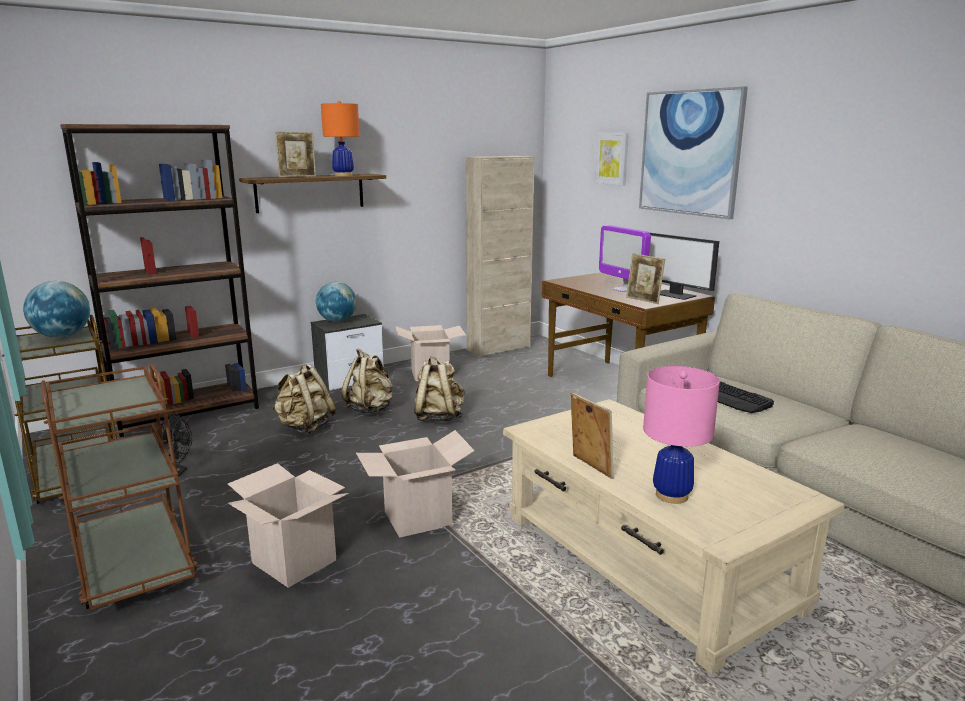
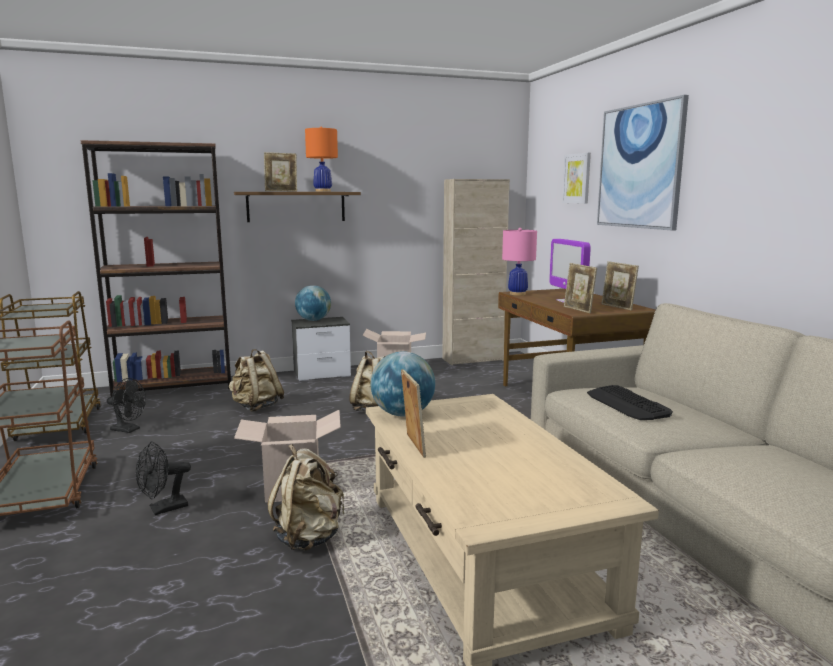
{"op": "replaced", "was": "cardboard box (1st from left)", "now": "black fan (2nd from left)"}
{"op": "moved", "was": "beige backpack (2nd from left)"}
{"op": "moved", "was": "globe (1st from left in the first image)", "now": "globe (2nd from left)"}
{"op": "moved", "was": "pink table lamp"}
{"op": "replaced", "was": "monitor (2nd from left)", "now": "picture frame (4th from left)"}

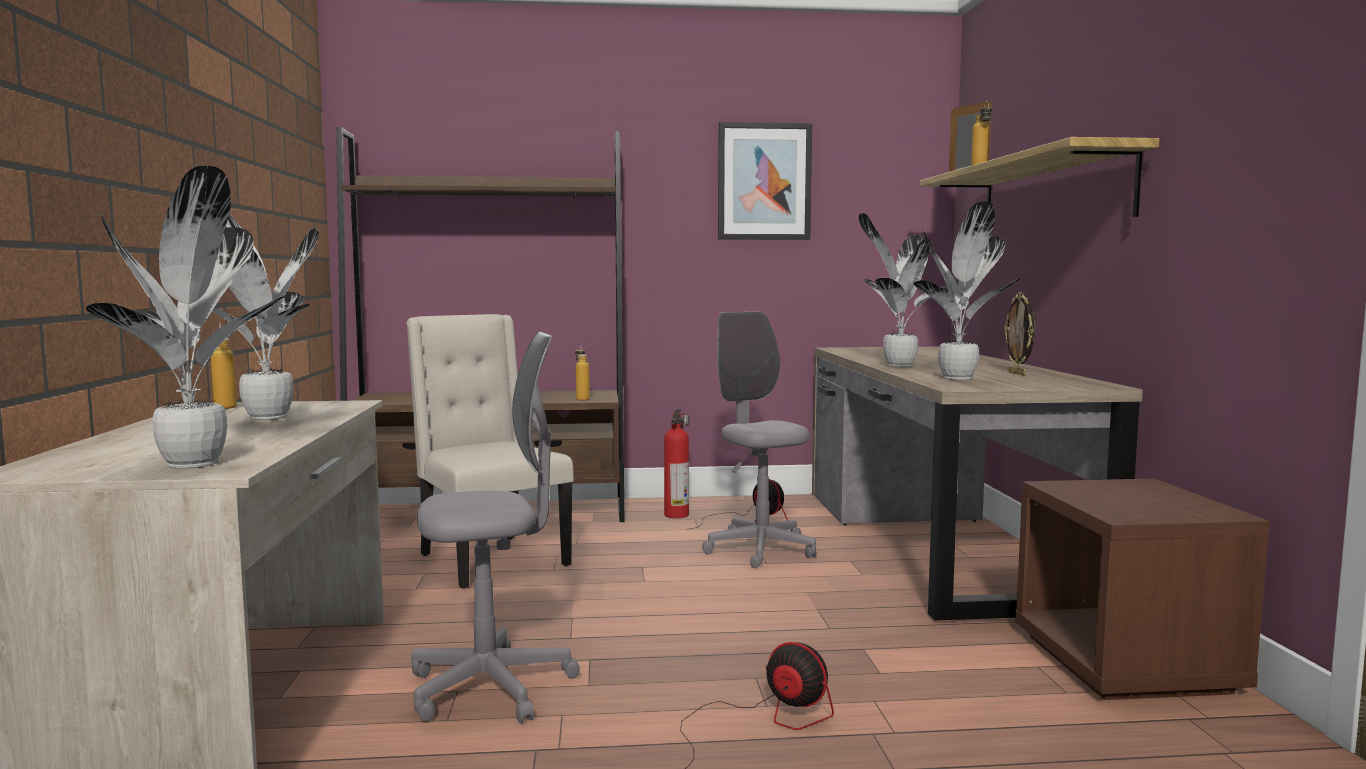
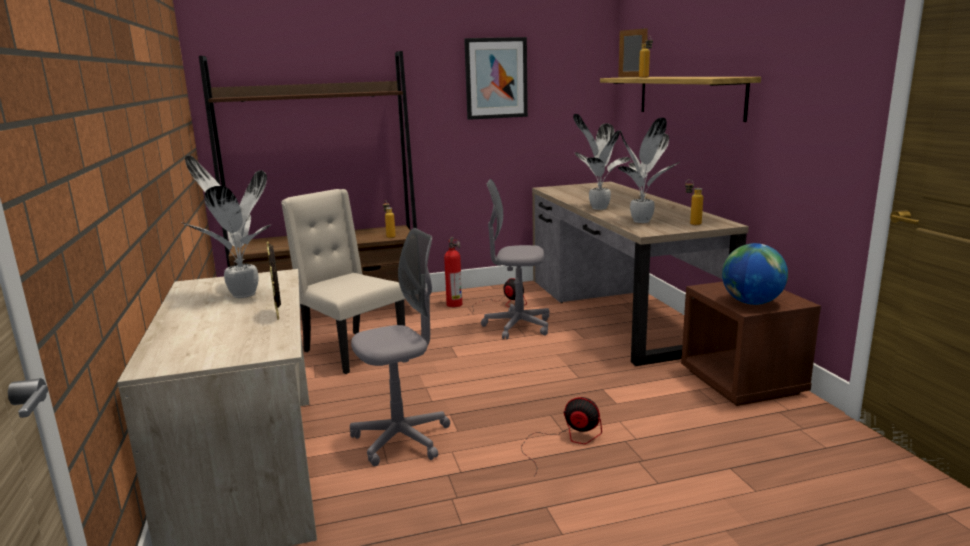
{"op": "moved", "was": "picture frame (2nd from left in the first image)", "now": "picture frame (1st from left)"}
{"op": "turned", "was": "grey office chair (2nd from left)", "clockwise": -45}
{"op": "moved", "was": "bottle (1st from left in the first image)", "now": "bottle (3rd from left)"}
{"op": "added", "now": "globe"}
{"op": "removed", "was": "potted plant (1st from left)"}

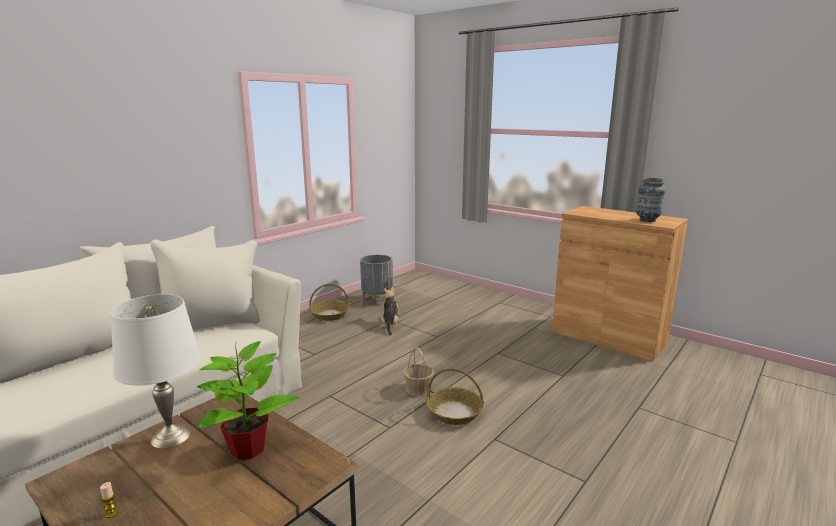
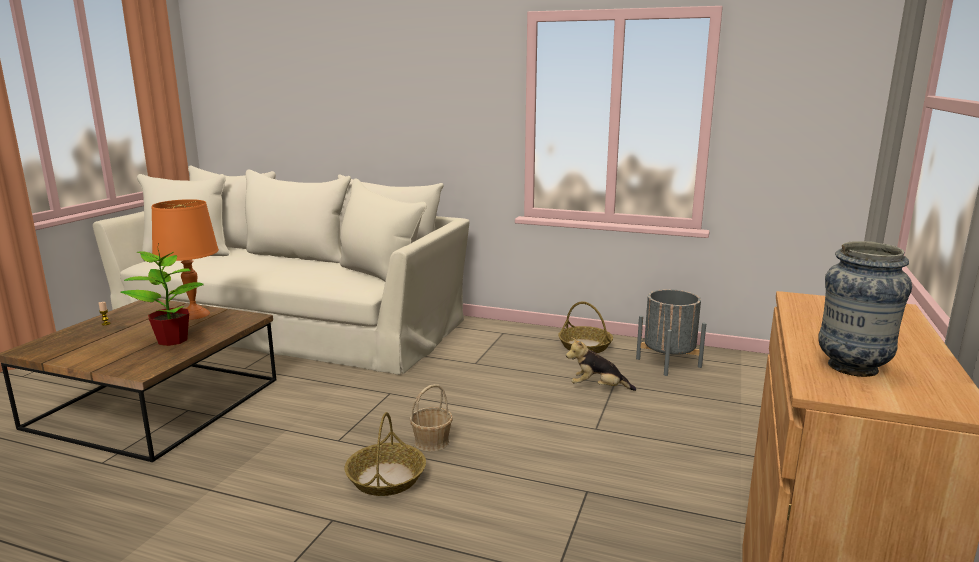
{"op": "recoloured", "was": "white table lamp", "now": "orange table lamp"}
{"op": "turned", "was": "plush toy", "clockwise": -150}

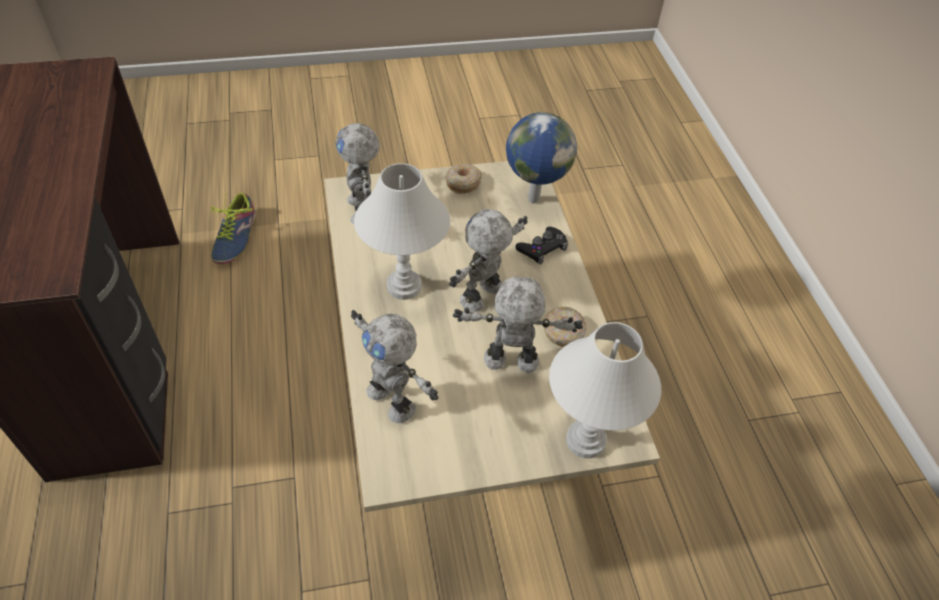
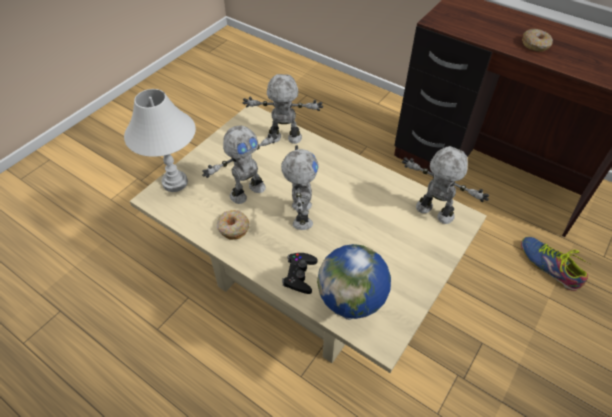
{"op": "moved", "was": "donut (1st from left in the first image)", "now": "donut (2nd from left)"}
{"op": "removed", "was": "white table lamp (1st from left)"}

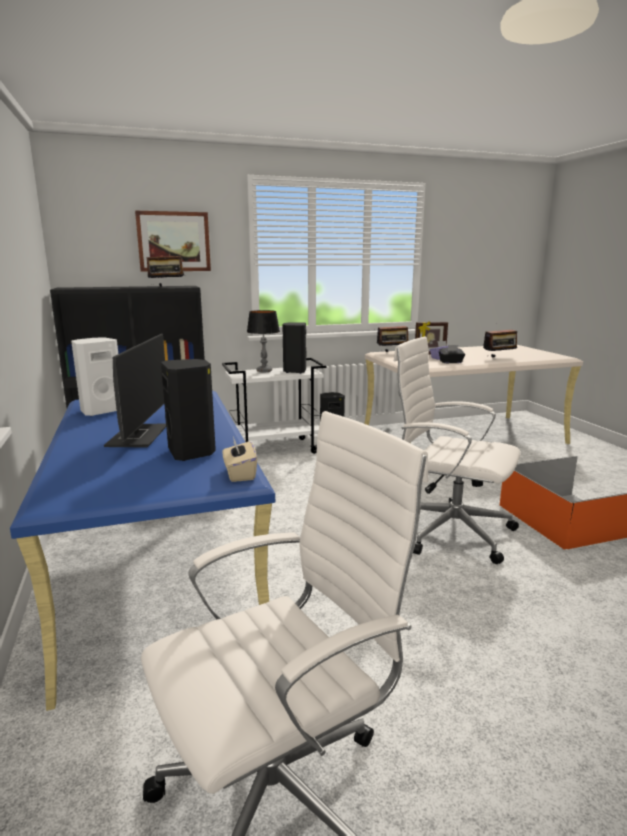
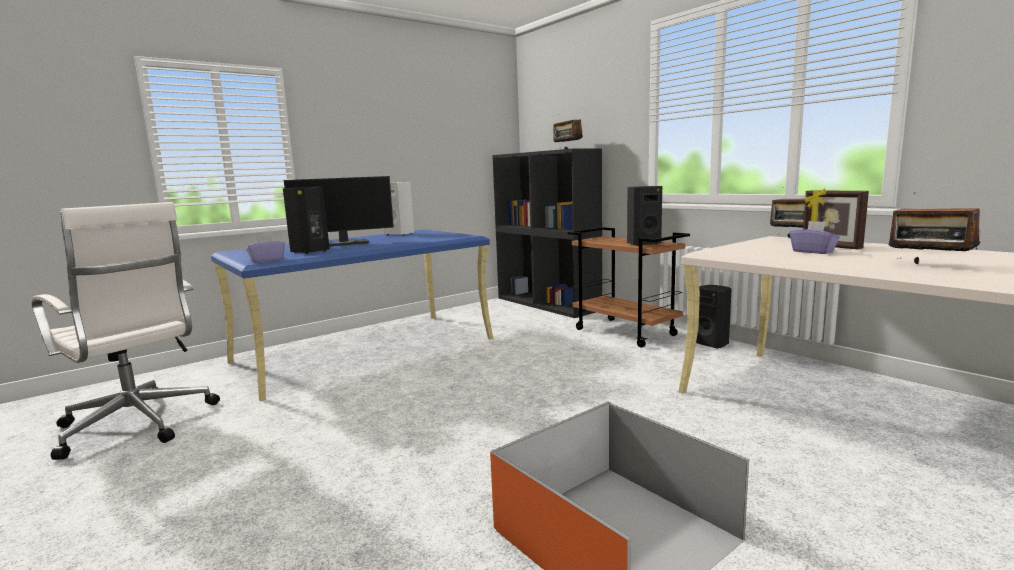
{"op": "recoloured", "was": "beige tissue box", "now": "purple tissue box (1st from left)"}
{"op": "recoloured", "was": "white cart", "now": "brown cart"}
{"op": "removed", "was": "picture"}
{"op": "removed", "was": "table lamp"}
{"op": "removed", "was": "white office chair (2nd from left)"}
{"op": "removed", "was": "black tissue box"}

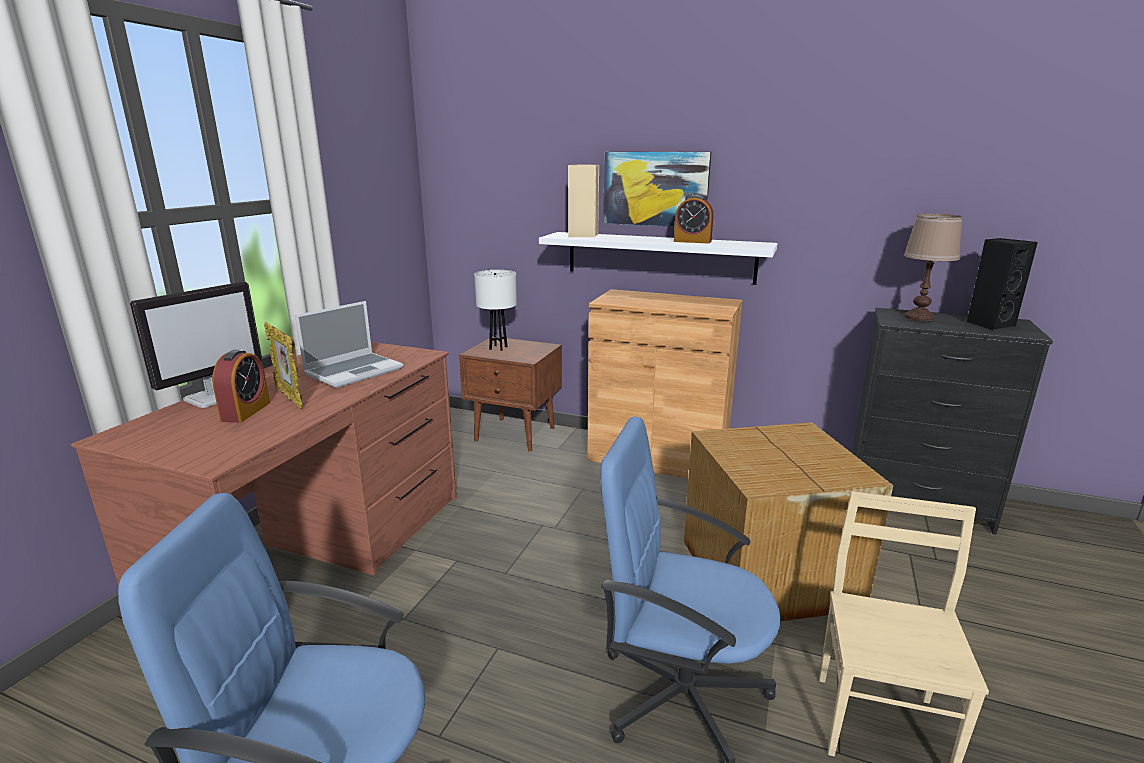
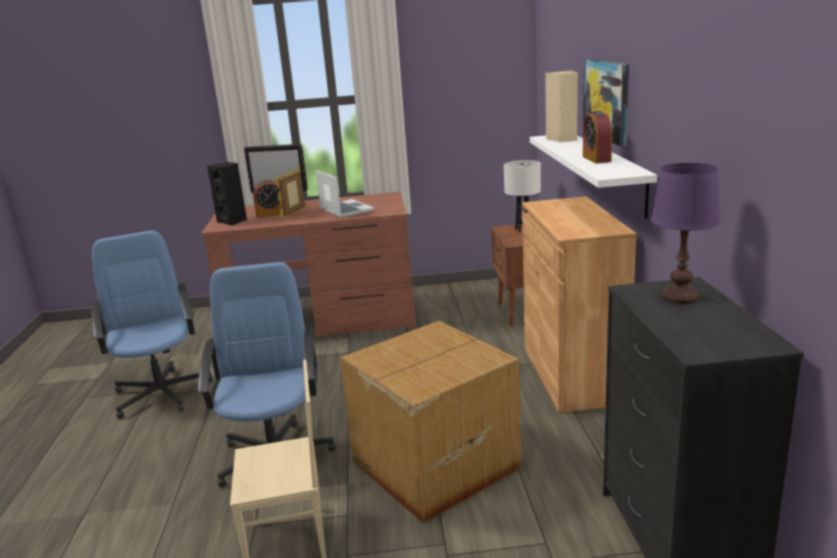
{"op": "moved", "was": "black speaker"}
{"op": "turned", "was": "laptop", "clockwise": -135}
{"op": "recoloured", "was": "brown table lamp", "now": "purple table lamp"}

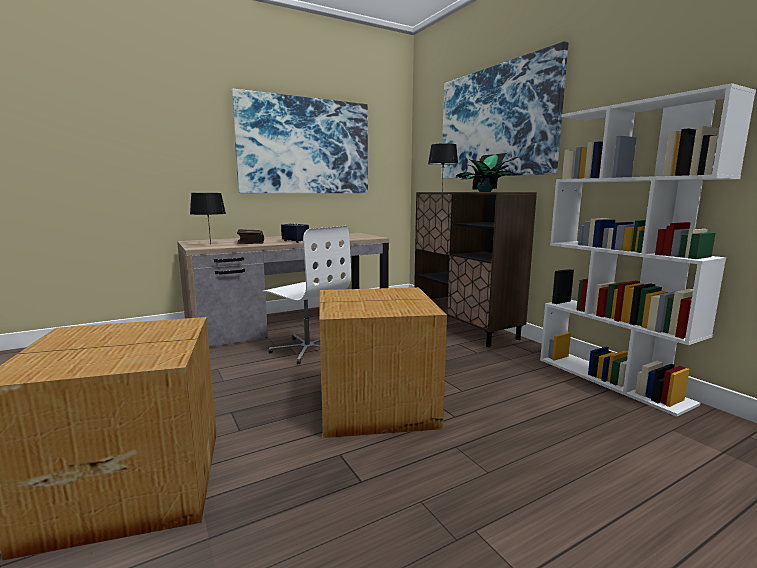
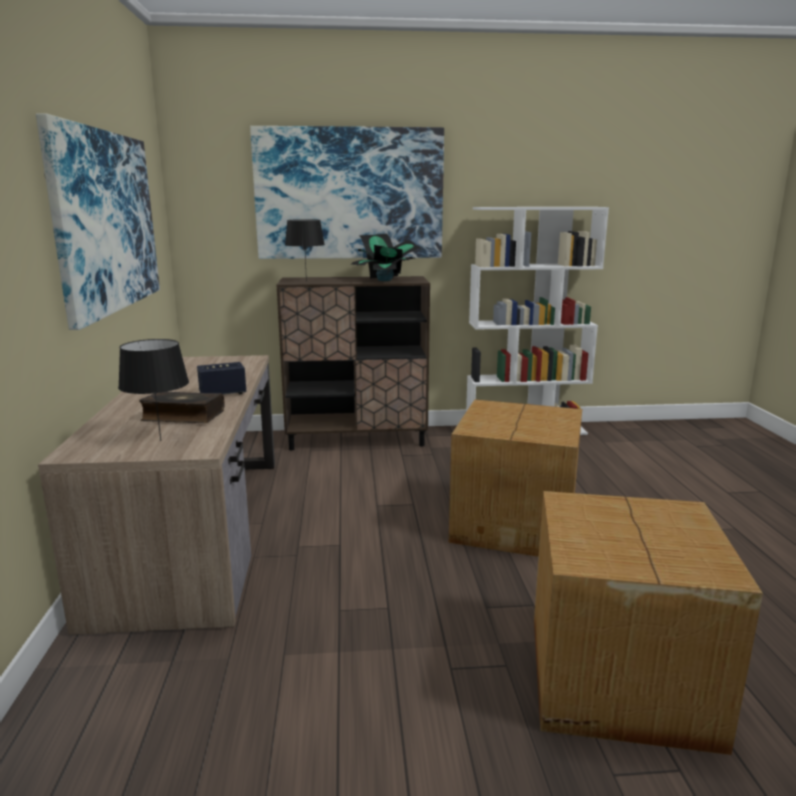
{"op": "removed", "was": "white office chair"}

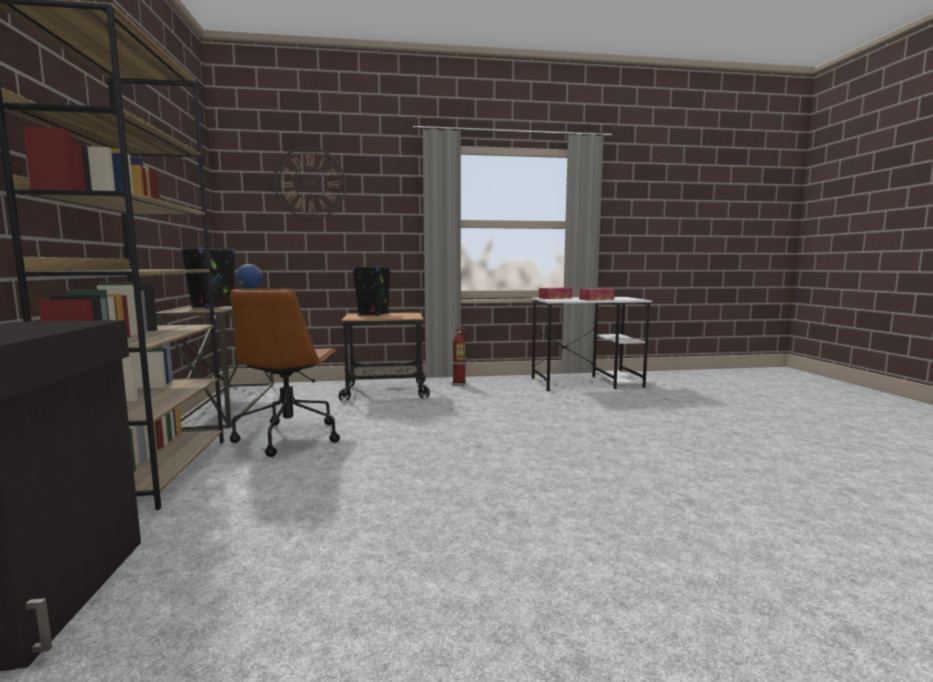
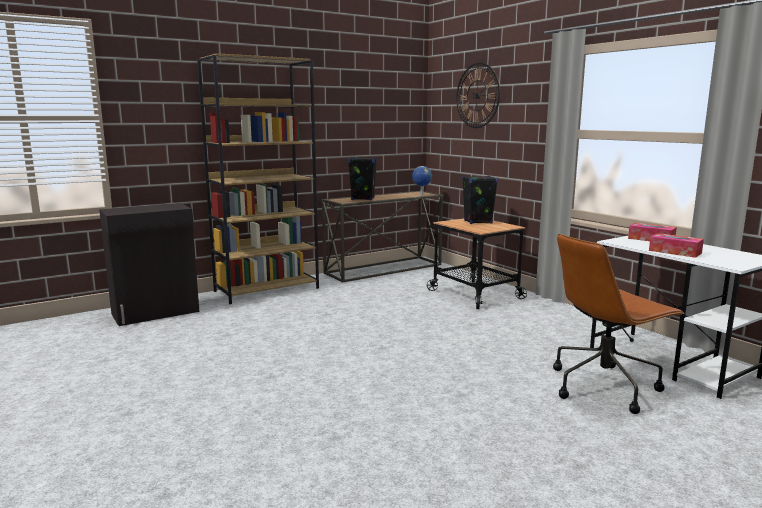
{"op": "moved", "was": "brown office chair"}
{"op": "removed", "was": "fire extinguisher"}

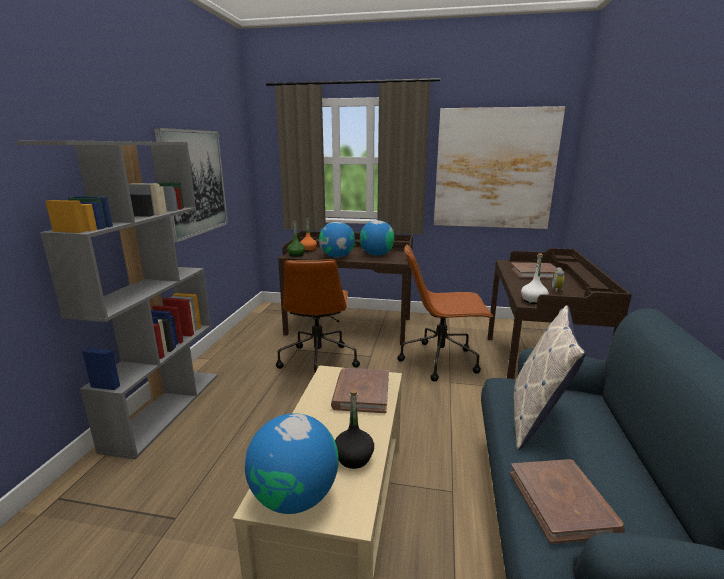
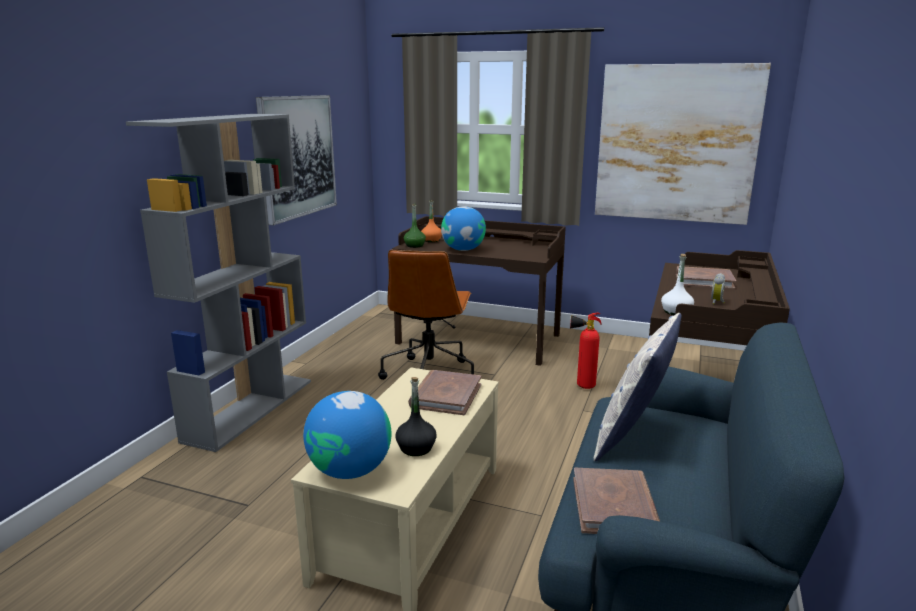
{"op": "replaced", "was": "brown office chair (2nd from left)", "now": "fire extinguisher"}
{"op": "removed", "was": "globe (3rd from left)"}

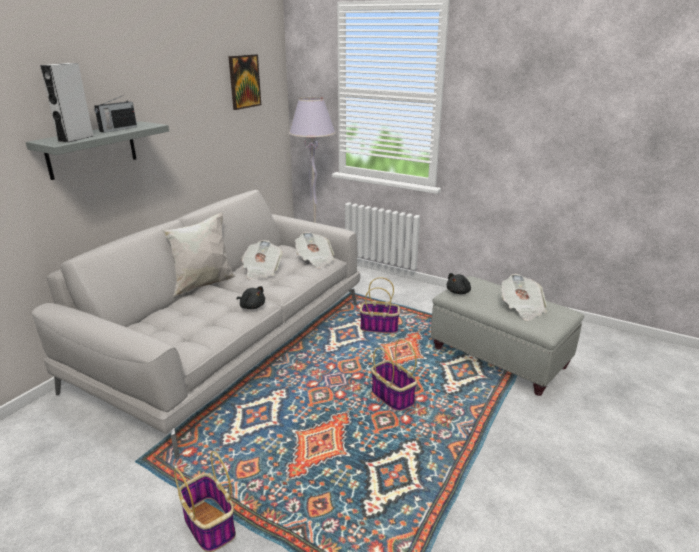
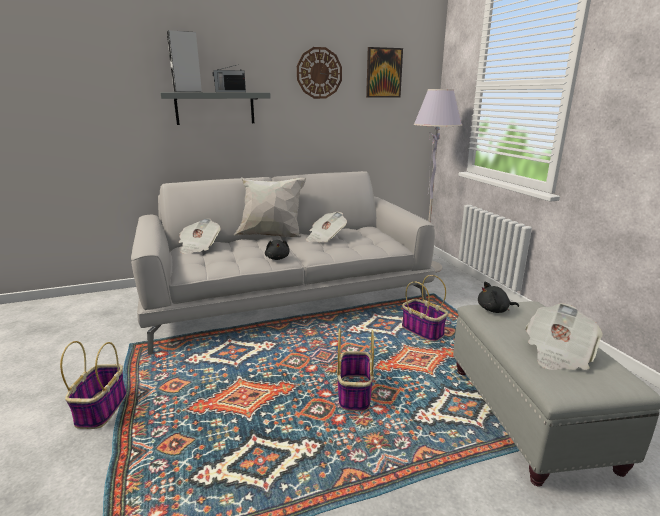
{"op": "moved", "was": "newspaper (2nd from left in the first image)", "now": "newspaper (1st from left)"}
{"op": "added", "now": "wall clock"}

